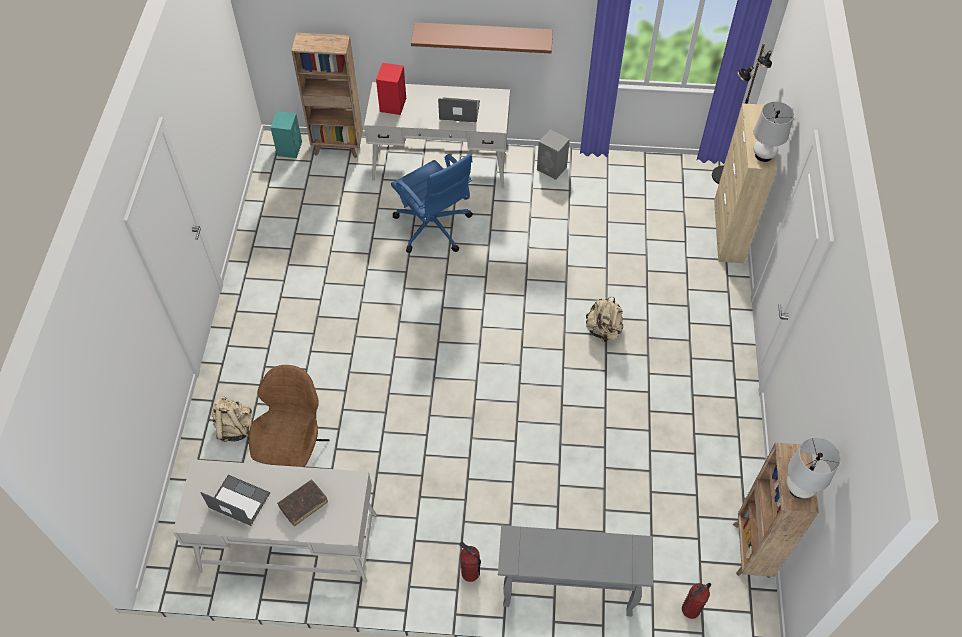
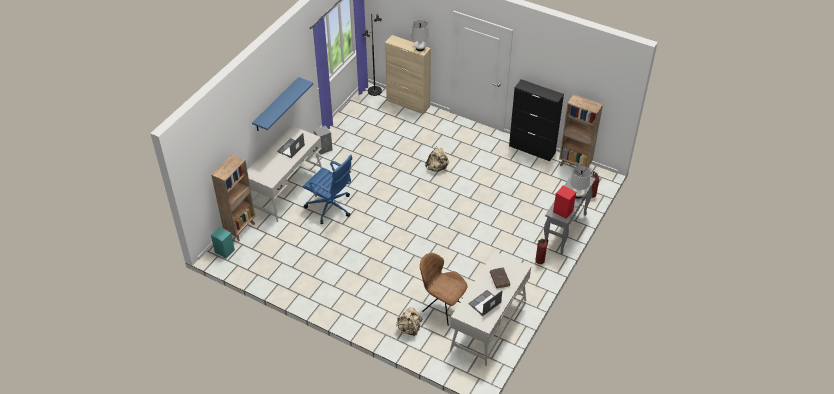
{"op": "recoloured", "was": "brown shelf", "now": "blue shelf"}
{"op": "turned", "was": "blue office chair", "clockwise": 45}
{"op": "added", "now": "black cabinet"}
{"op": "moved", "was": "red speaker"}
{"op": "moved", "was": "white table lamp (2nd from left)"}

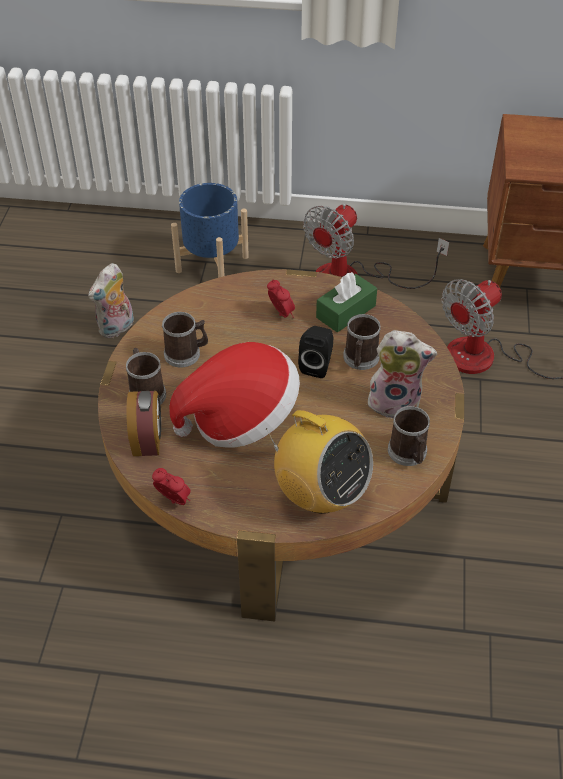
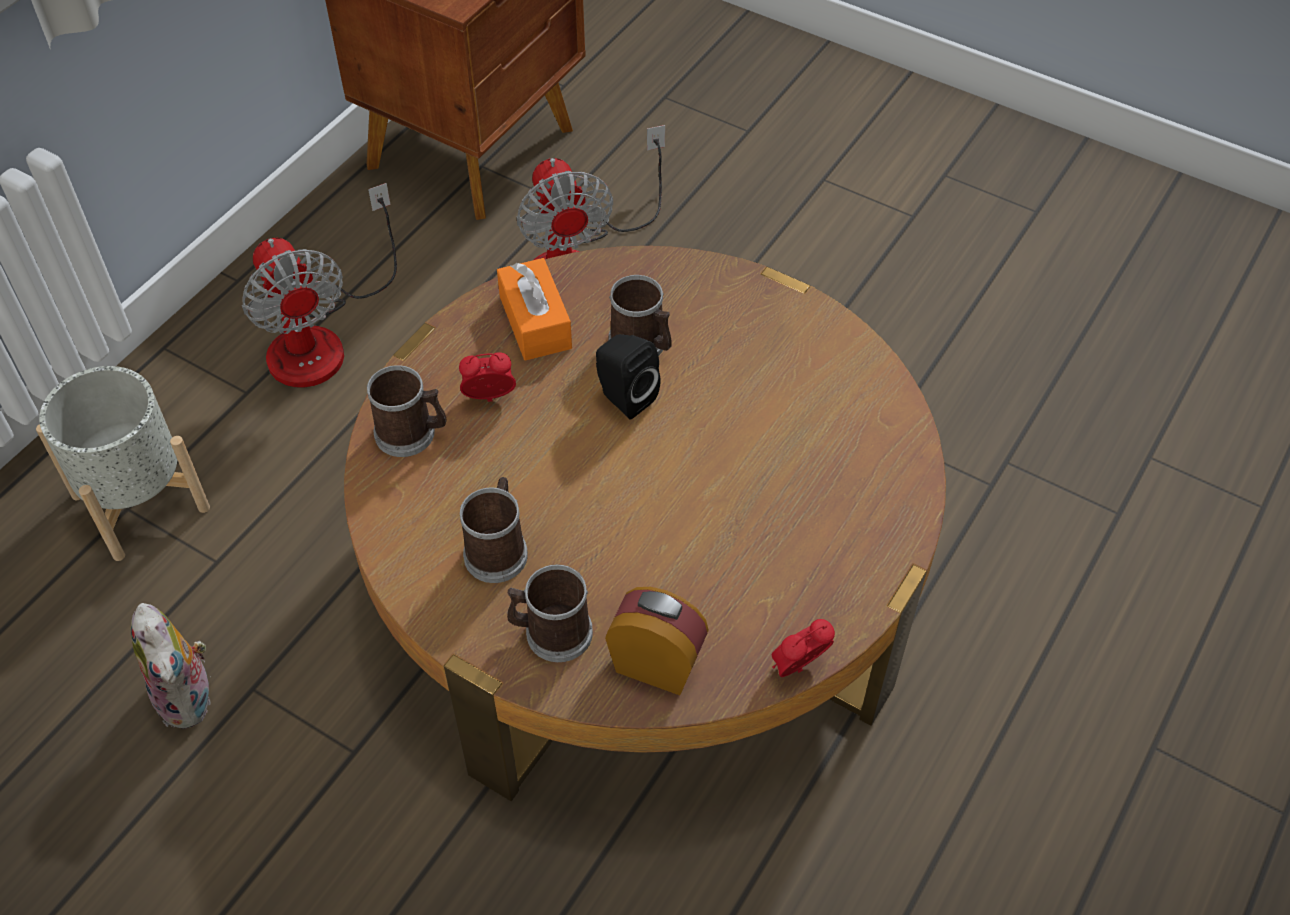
{"op": "recoloured", "was": "blue planter", "now": "grey planter"}
{"op": "moved", "was": "mug (4th from left in the first image)", "now": "mug (1st from left)"}
{"op": "recoloured", "was": "green tissue box", "now": "orange tissue box"}
{"op": "removed", "was": "hat"}
{"op": "removed", "was": "radio"}
{"op": "removed", "was": "plush toy (2nd from left)"}

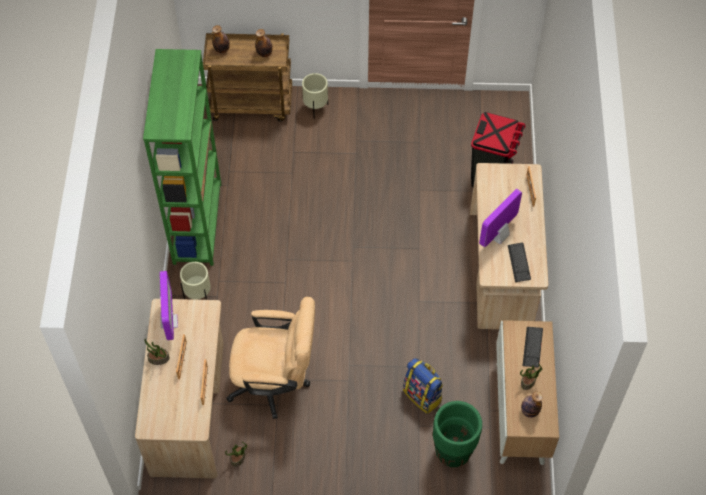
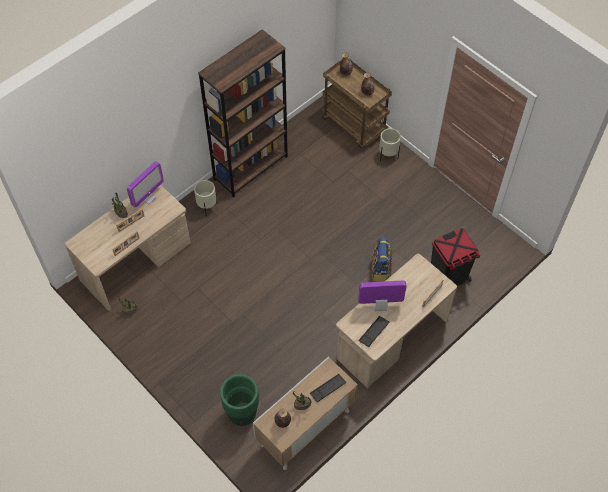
{"op": "recoloured", "was": "green bookcase", "now": "brown bookcase"}
{"op": "moved", "was": "backpack"}
{"op": "removed", "was": "beige office chair"}

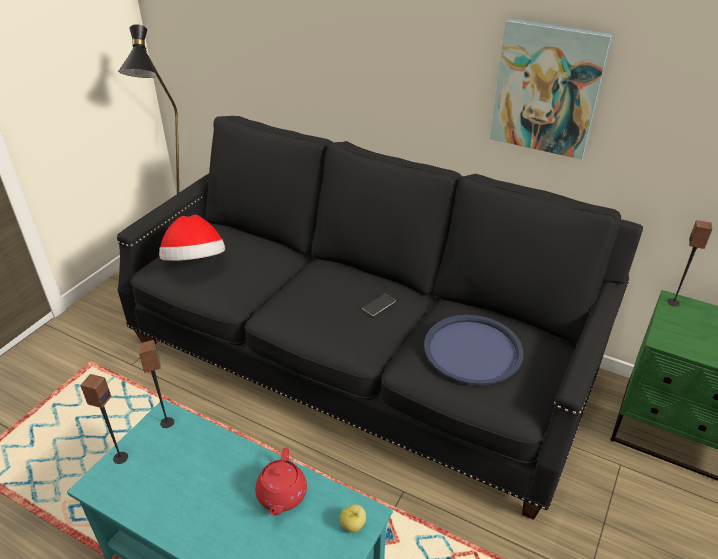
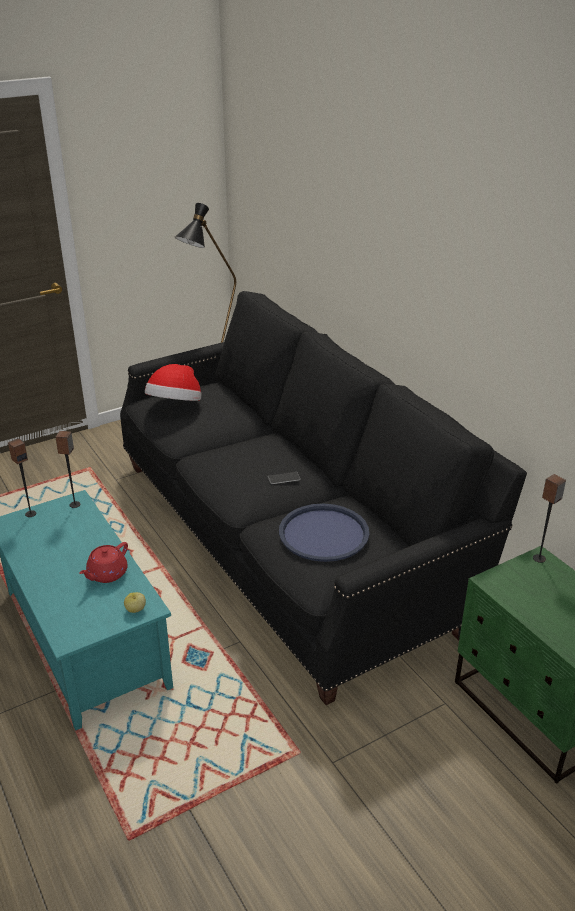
{"op": "removed", "was": "picture"}

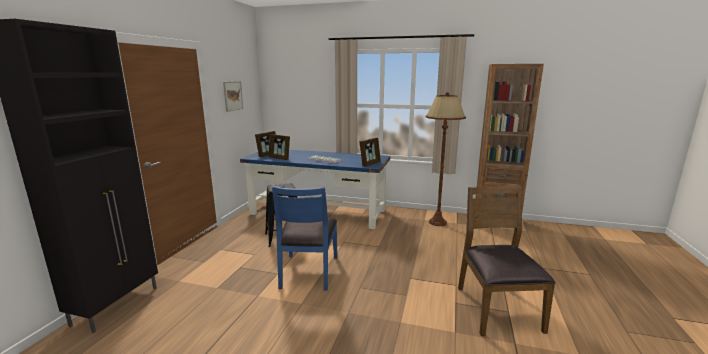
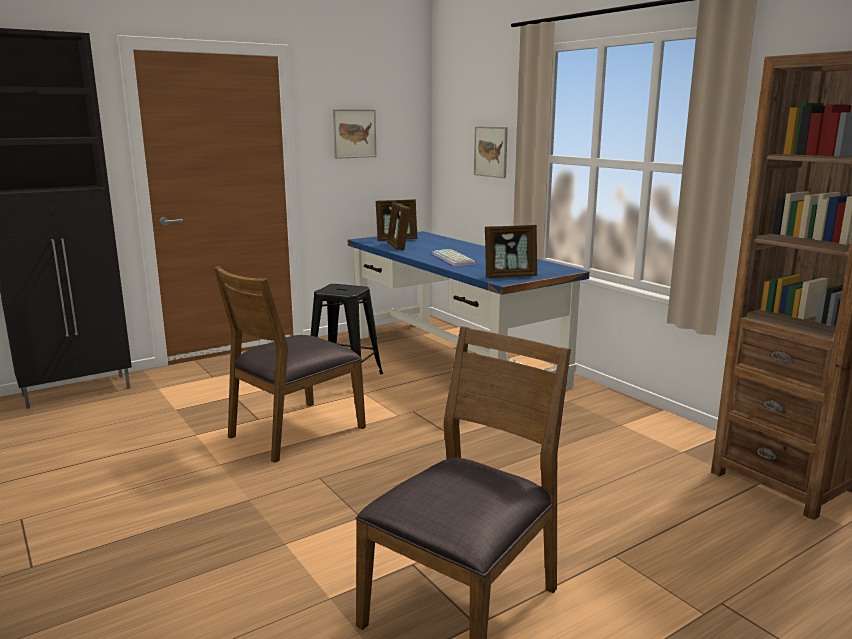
{"op": "recoloured", "was": "blue chair", "now": "brown chair (1st from left)"}
{"op": "added", "now": "picture (2nd from left)"}
{"op": "removed", "was": "brown floor lamp"}

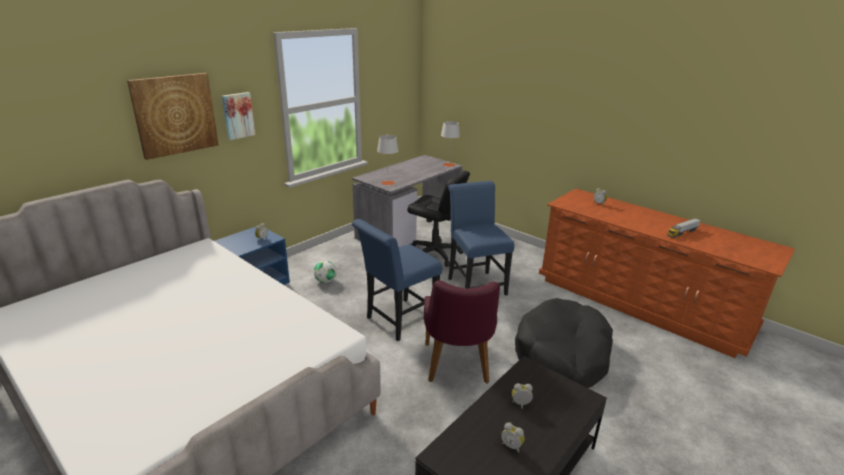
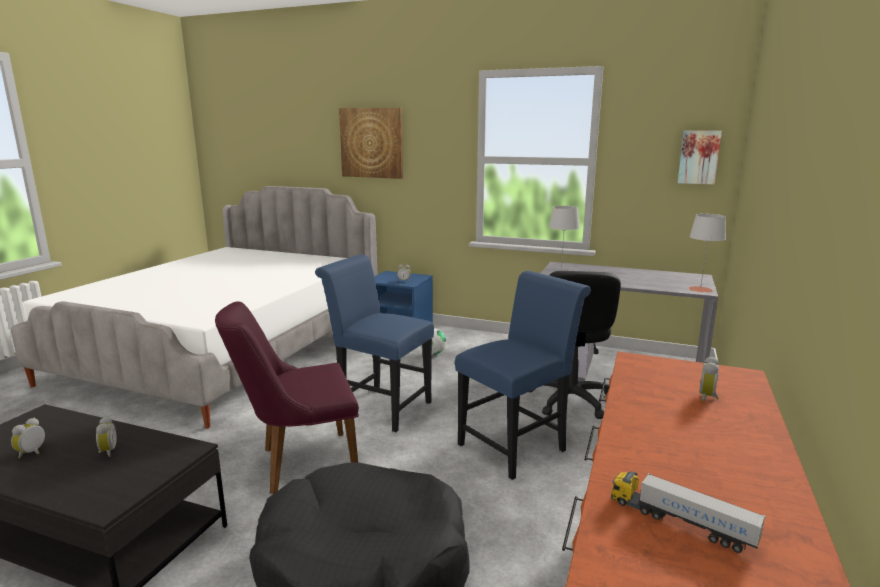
{"op": "moved", "was": "picture (2nd from left)"}

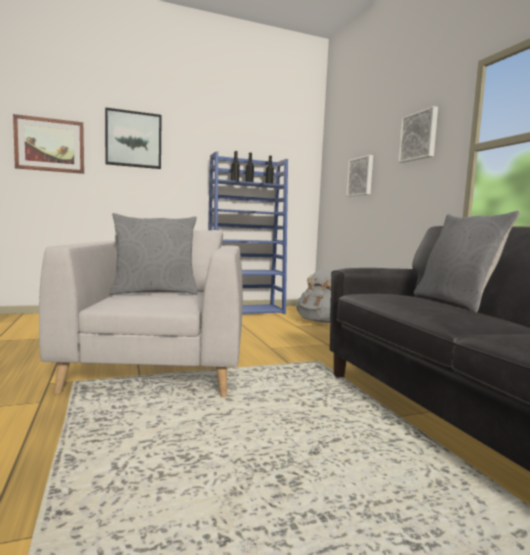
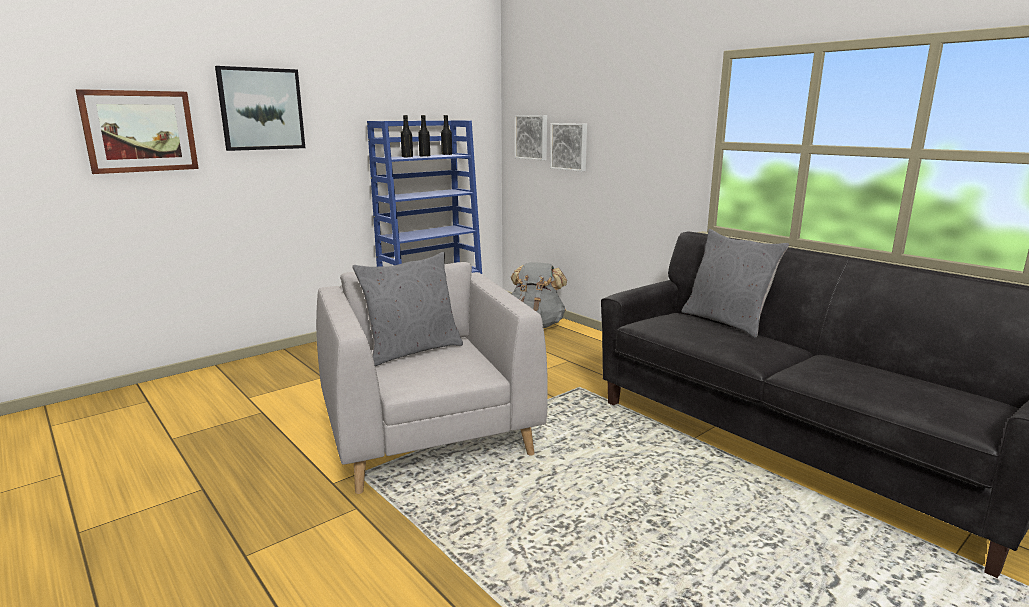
{"op": "moved", "was": "picture (4th from left in the first image)", "now": "picture (3rd from left)"}

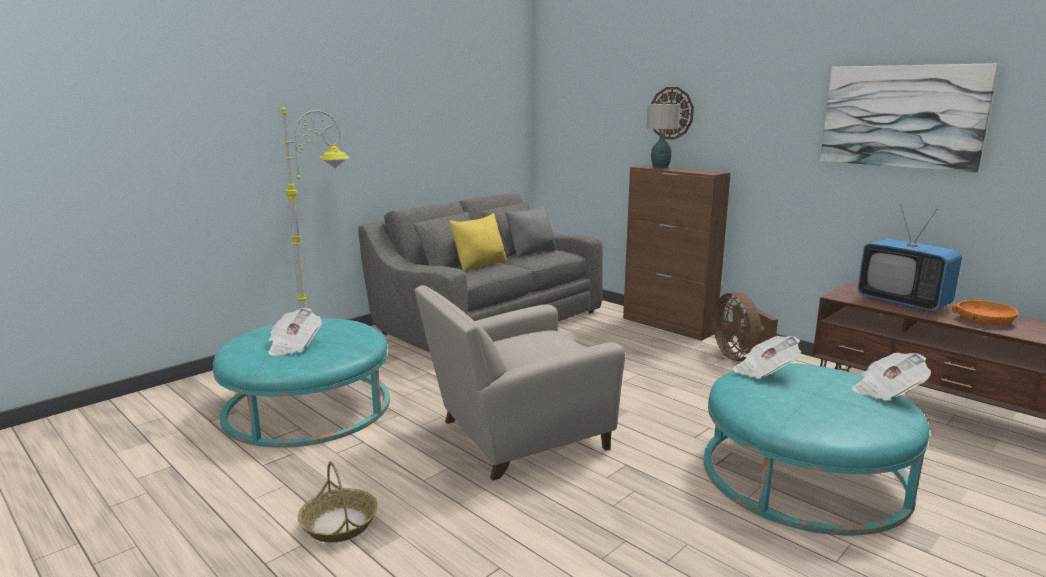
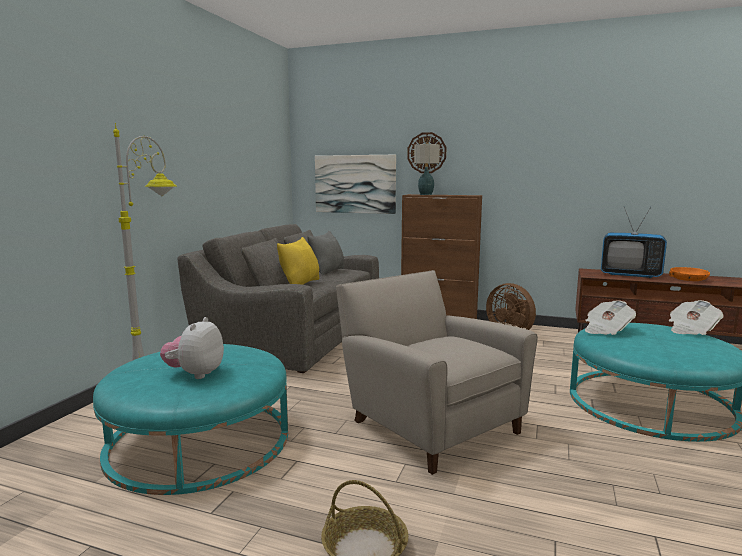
{"op": "replaced", "was": "newspaper (1st from left)", "now": "plush toy"}
{"op": "moved", "was": "picture"}
{"op": "turned", "was": "beige armchair", "clockwise": 105}

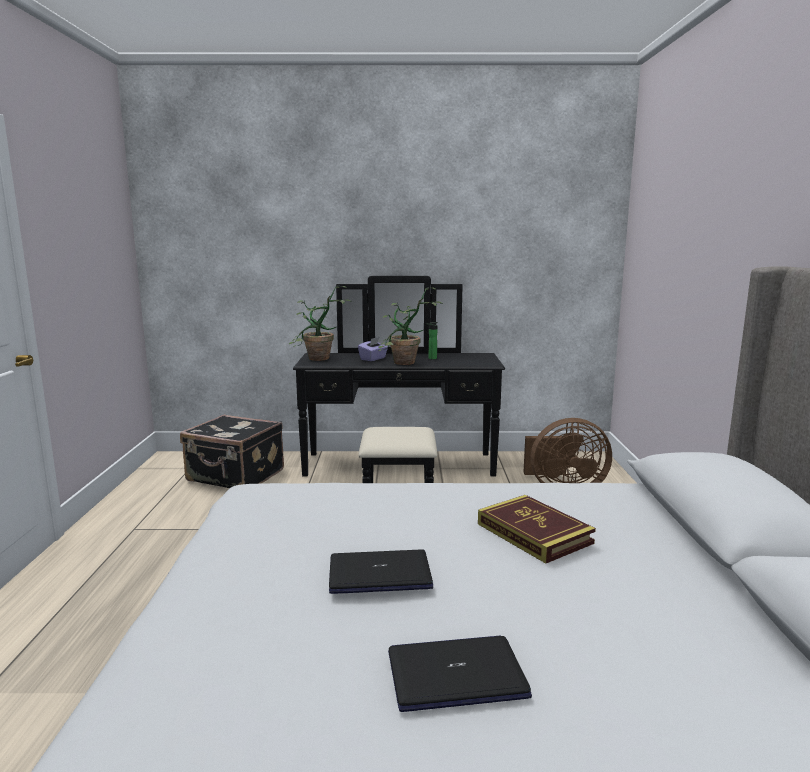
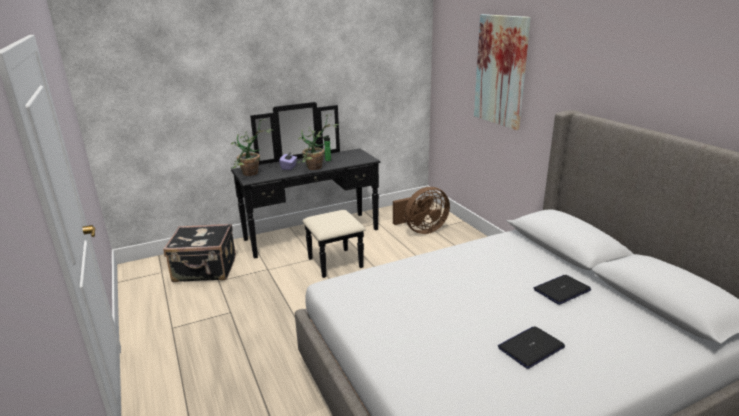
{"op": "added", "now": "picture"}
{"op": "moved", "was": "laptop (1st from left in the first image)", "now": "laptop (2nd from left)"}
{"op": "removed", "was": "book"}

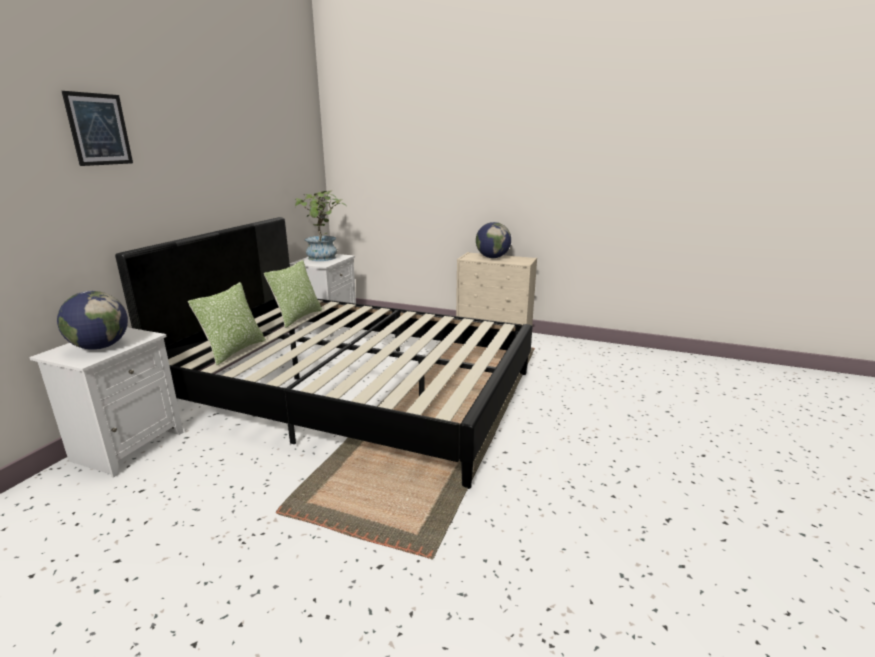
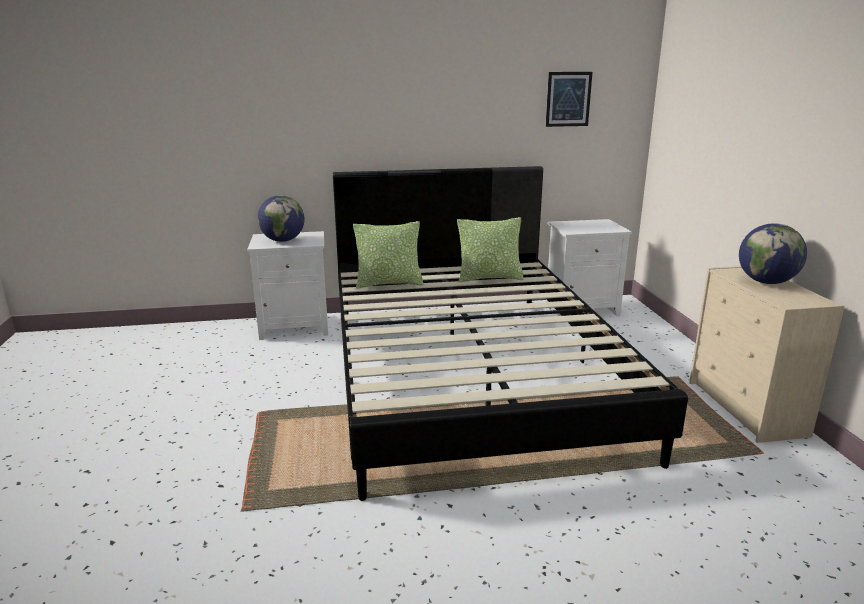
{"op": "moved", "was": "picture"}
{"op": "removed", "was": "potted plant"}

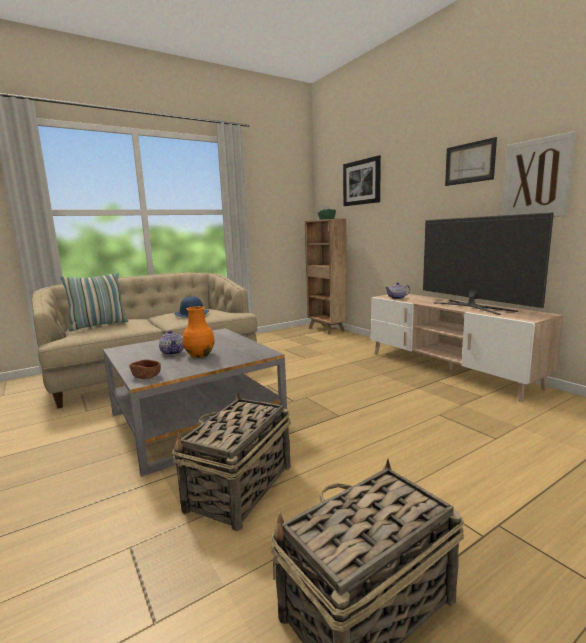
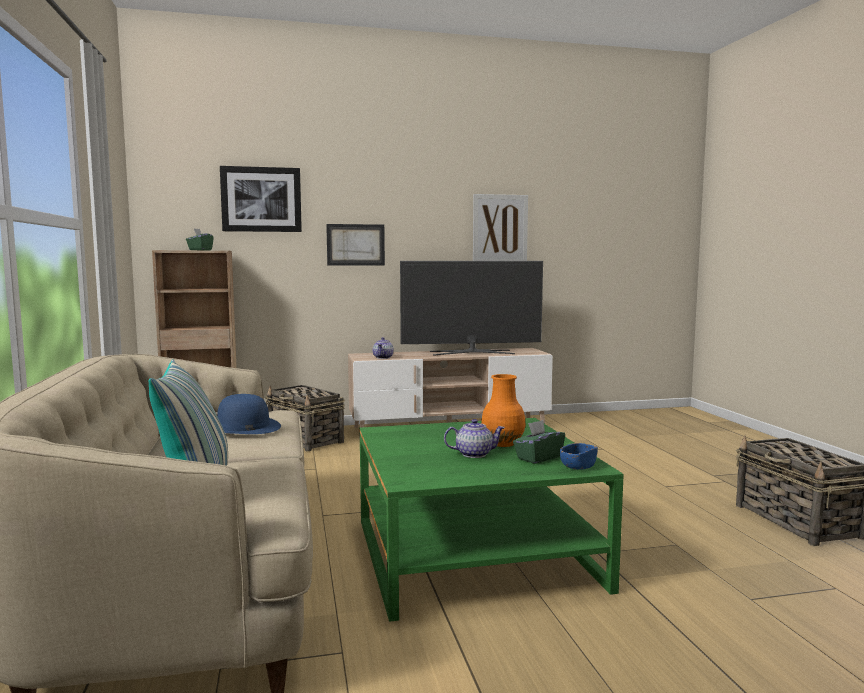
{"op": "moved", "was": "basket (1st from left)"}
{"op": "moved", "was": "picture (2nd from left)"}
{"op": "recoloured", "was": "grey coffee table", "now": "green coffee table"}
{"op": "added", "now": "green tissue box (2nd from left)"}
{"op": "recoloured", "was": "brown bowl", "now": "blue bowl"}

